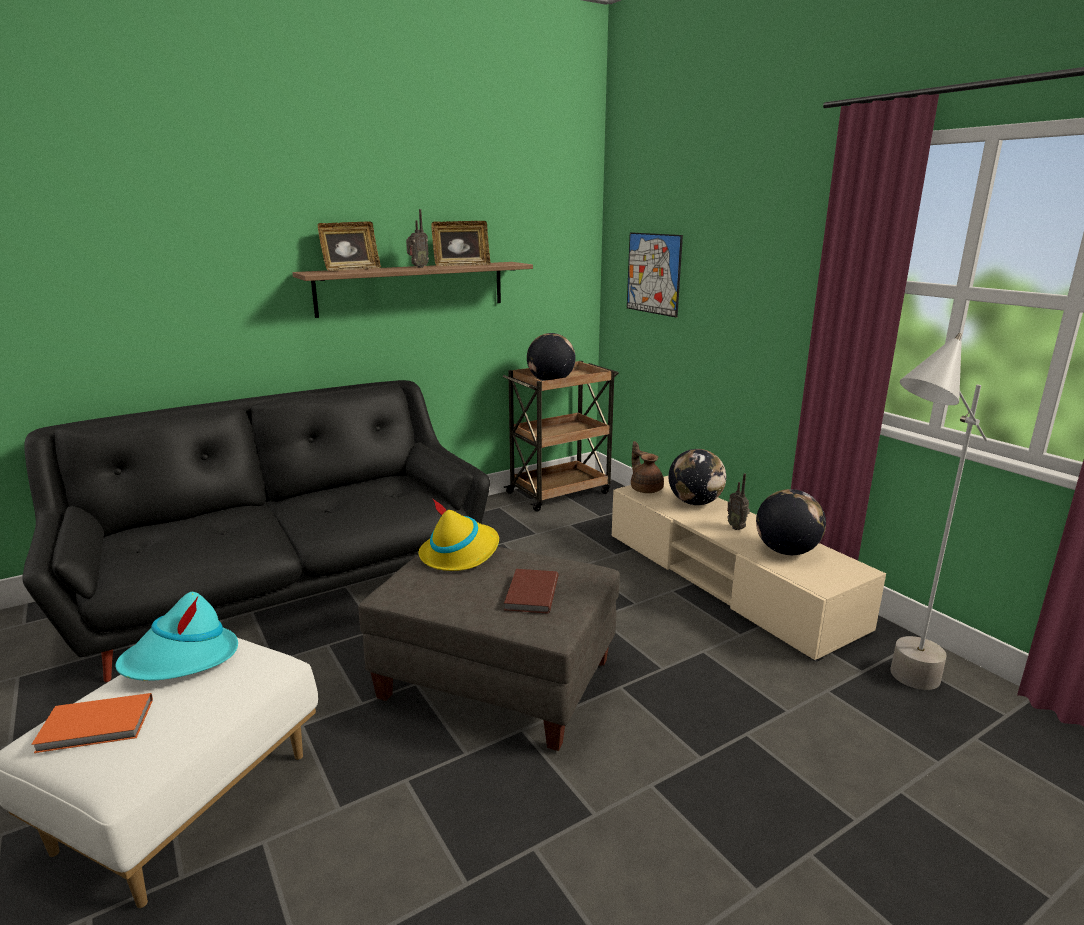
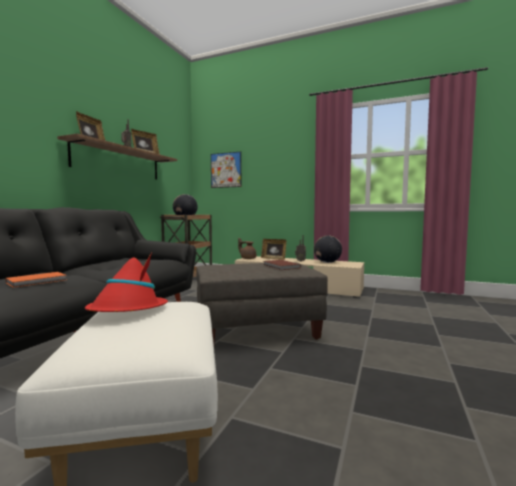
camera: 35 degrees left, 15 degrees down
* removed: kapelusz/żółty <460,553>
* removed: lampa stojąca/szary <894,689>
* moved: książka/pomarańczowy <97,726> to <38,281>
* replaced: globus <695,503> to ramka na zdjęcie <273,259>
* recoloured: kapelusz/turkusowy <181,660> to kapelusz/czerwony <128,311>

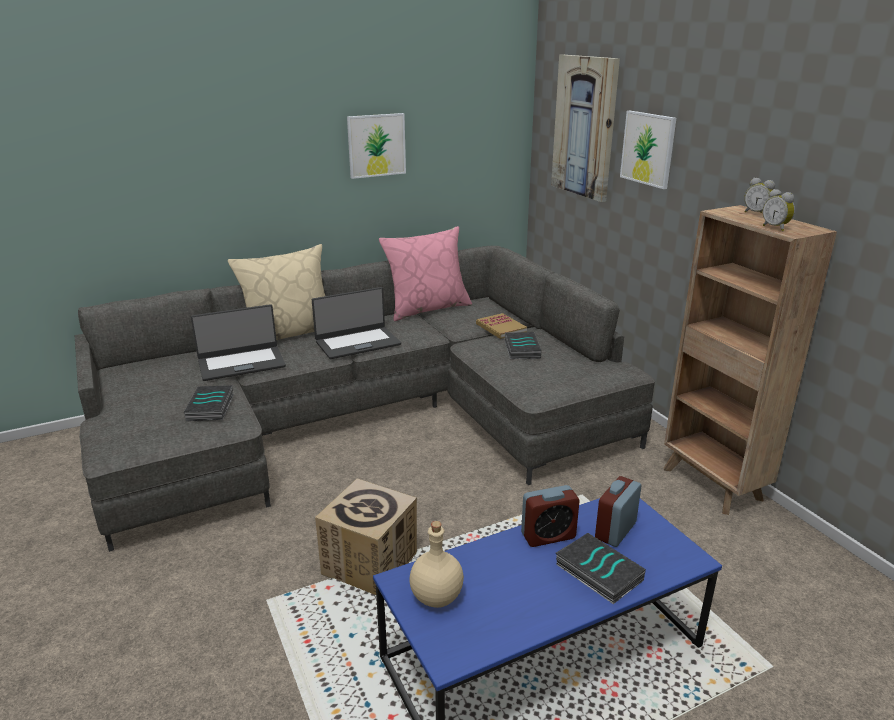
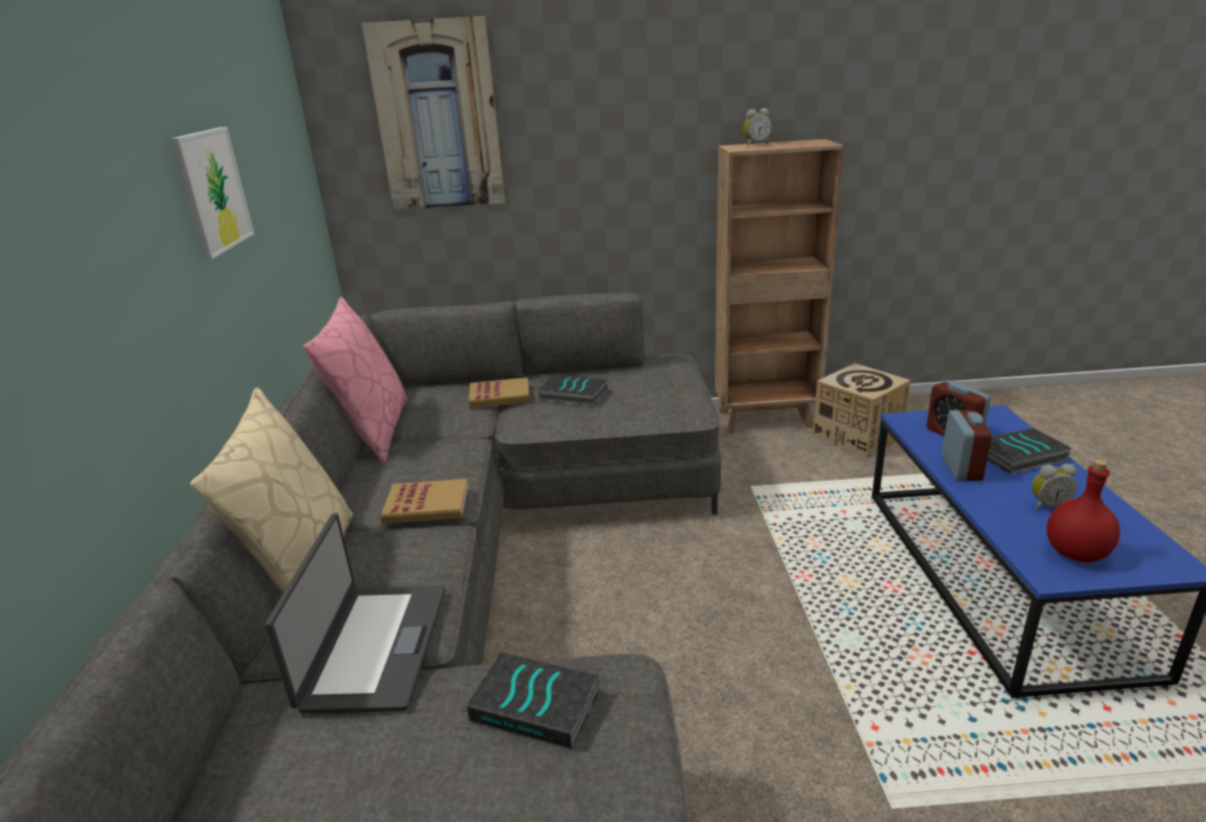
camera: 65 degrees left, 0 degrees up
* removed: obraz <648,149>
* moved: karton <370,563> to <857,436>
* moved: budzik <776,228> to <1048,505>
* replaced: laptop <357,343> to książka <427,505>
* recoloured: butelka/beżowy <437,596> to butelka/czerwony <1075,553>

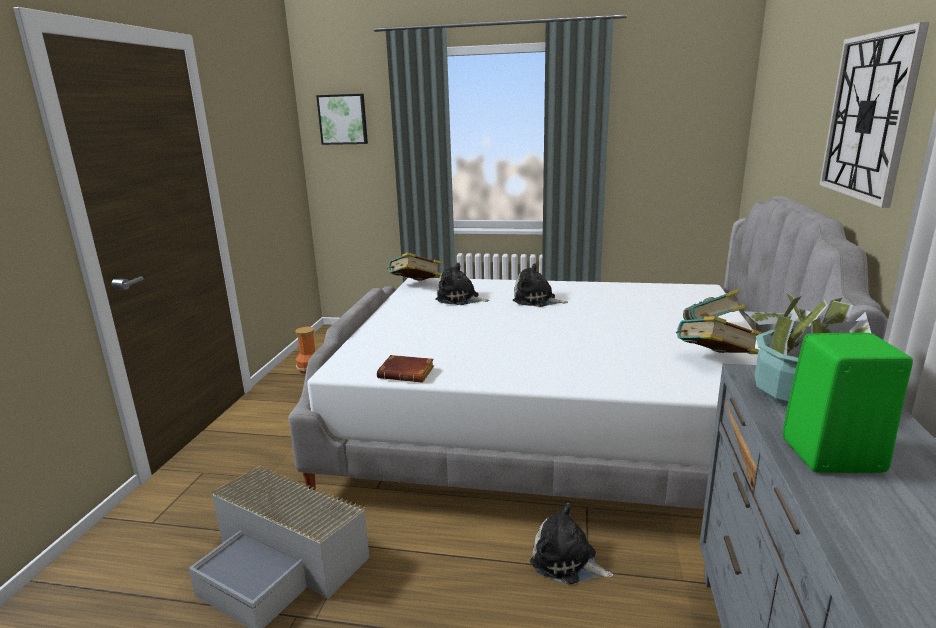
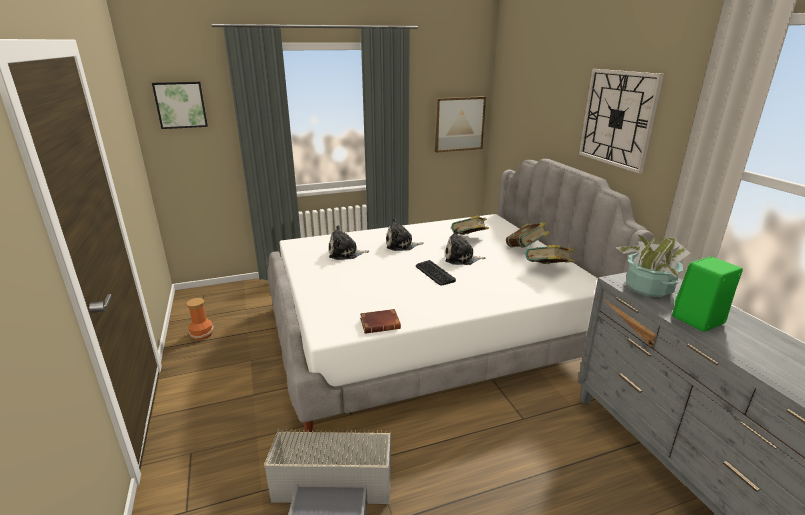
camera: 30 degrees left, 5 degrees up
* added: klawiatura <434,273>
* added: obraz <459,124>
* moved: książka <415,285> to <469,239>
* moved: pluszak <567,561> to <461,258>

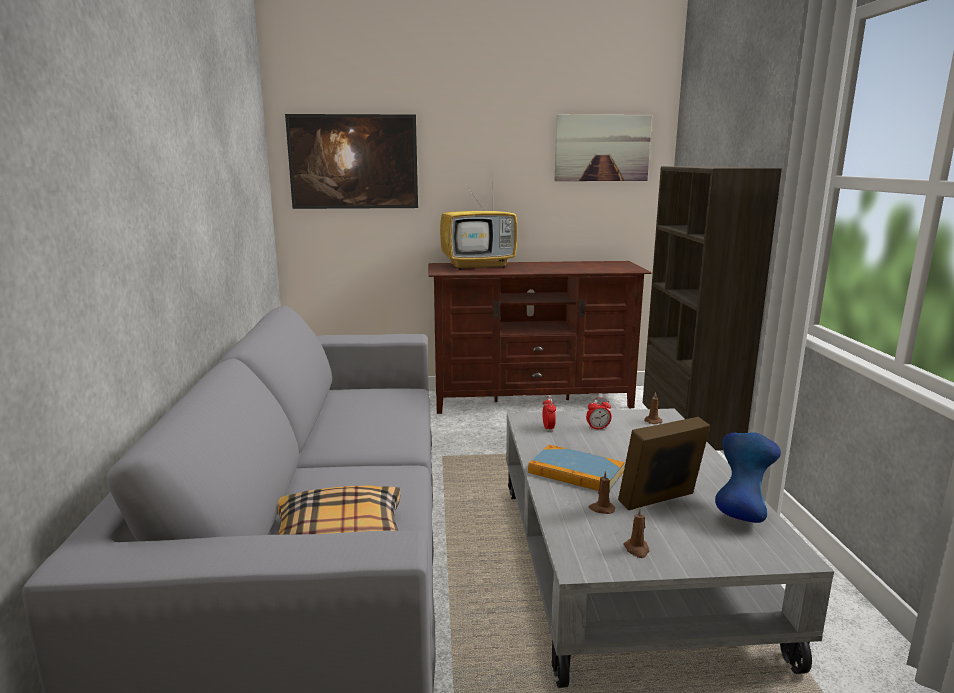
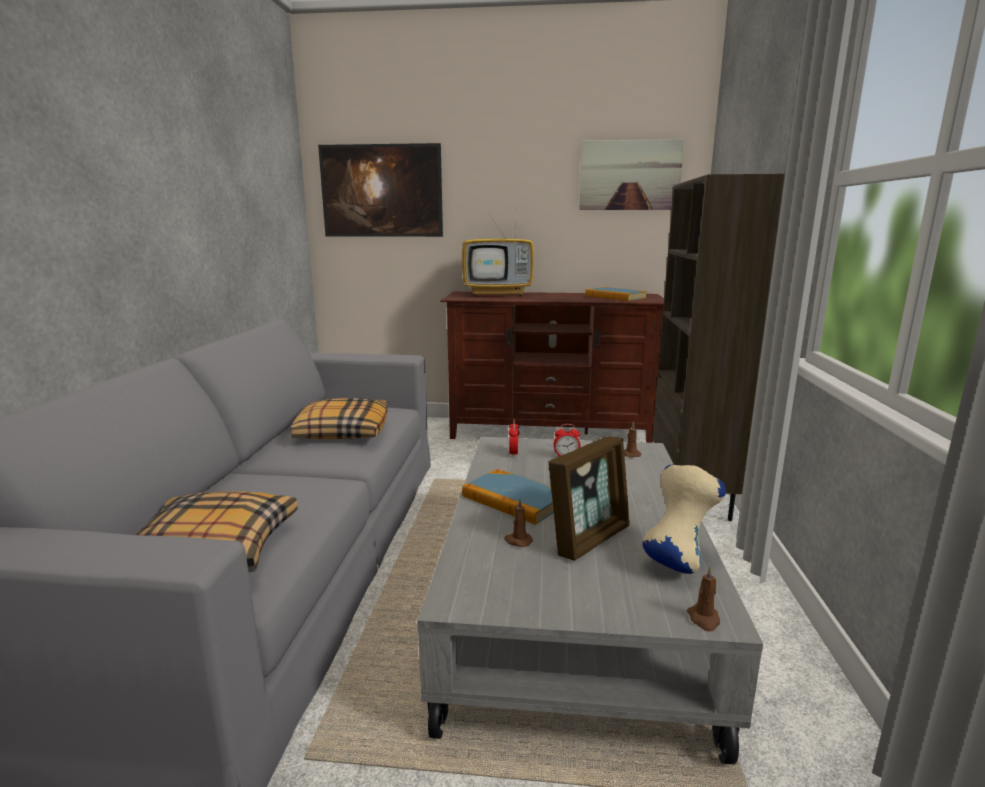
camera: 10 degrees right, 0 degrees up
* added: poduszka <342,431>
* added: książka <615,297>
* moved: świeca/brązowy <637,549> to <704,619>
* recoloured: wazon/niebieski <740,513> to wazon/beżowy <677,561>
* turned: ramka na zdjęcie <659,501> = <589,538> 150 degrees clockwise

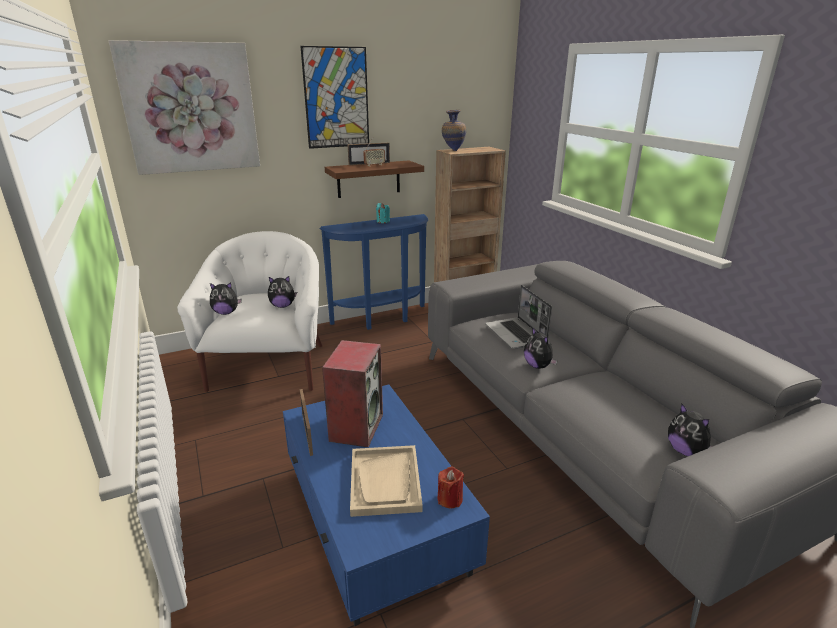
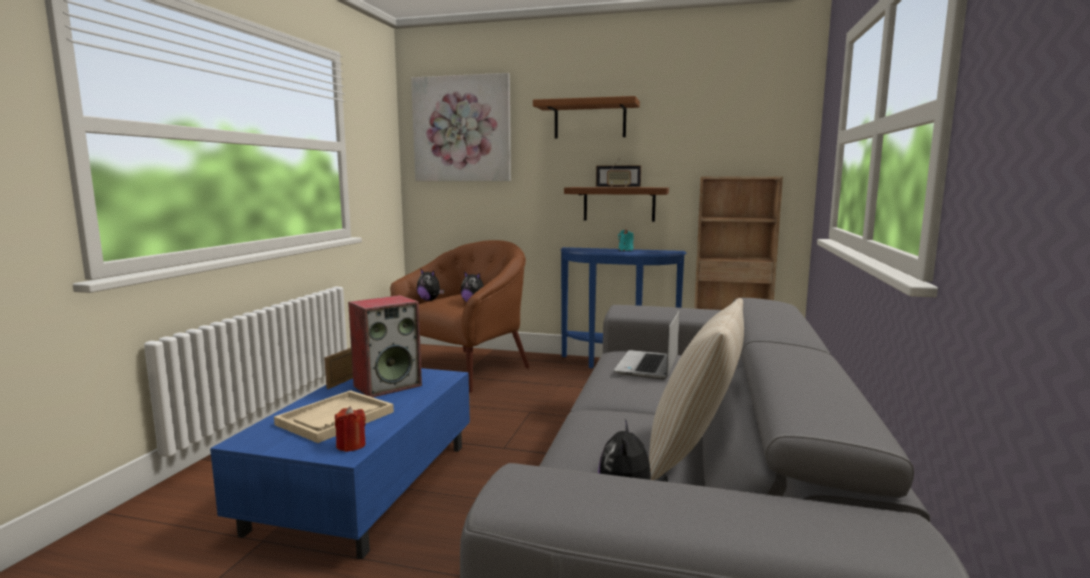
camera: 40 degrees right, 15 degrees down
* removed: wazon <453,150>
* removed: pluszak <538,366>
* added: poduszka/beżowy <695,454>
* replaced: obraz <336,98> to półka/brązowy <590,120>
* recoloured: fotel/biały <269,366> to fotel/brązowy <467,368>

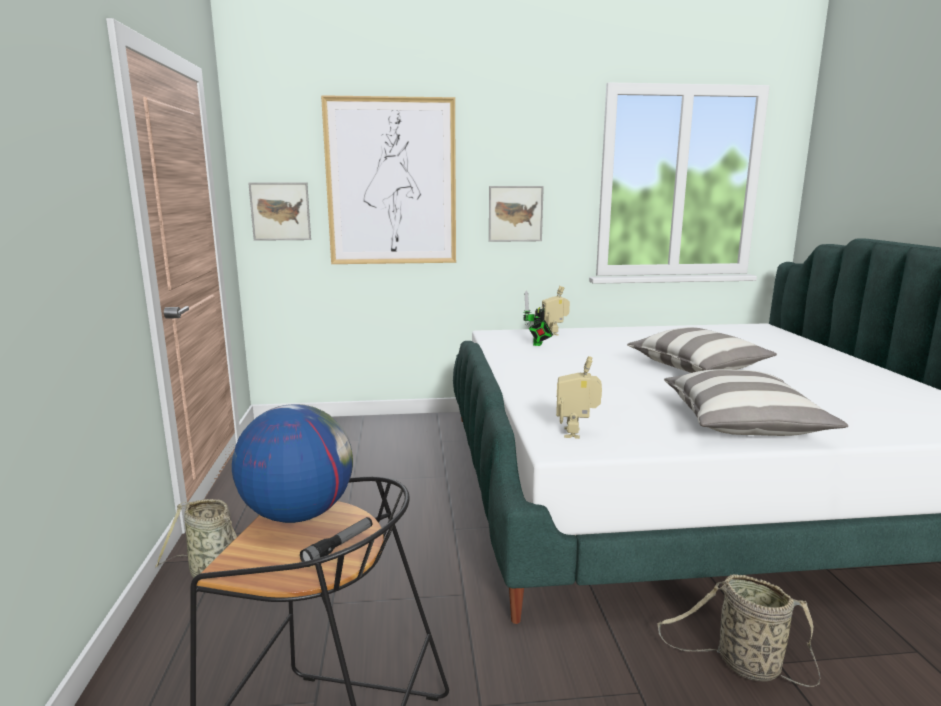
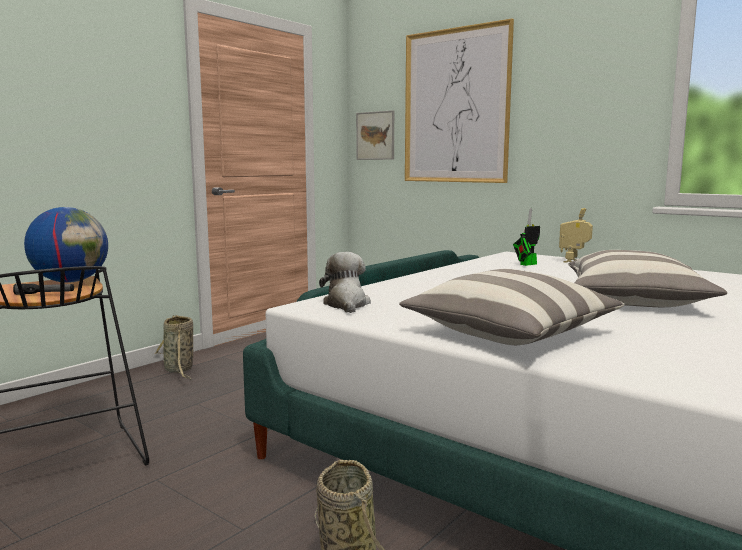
camera: 45 degrees right, 5 degrees down
* removed: obraz <515,214>
* replaced: robot zabawkowy <577,433> to pluszak <346,304>

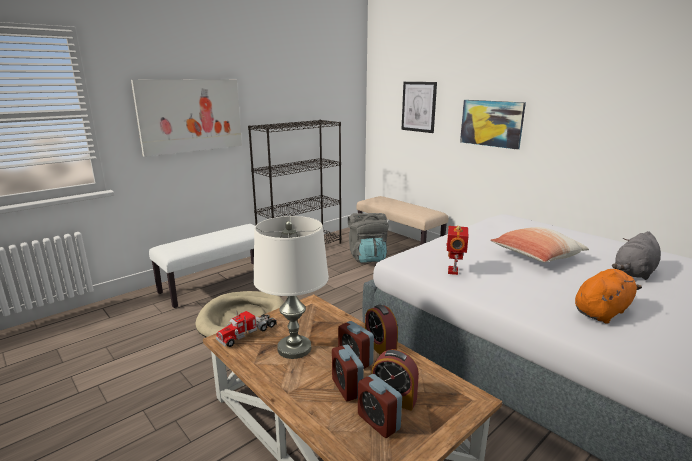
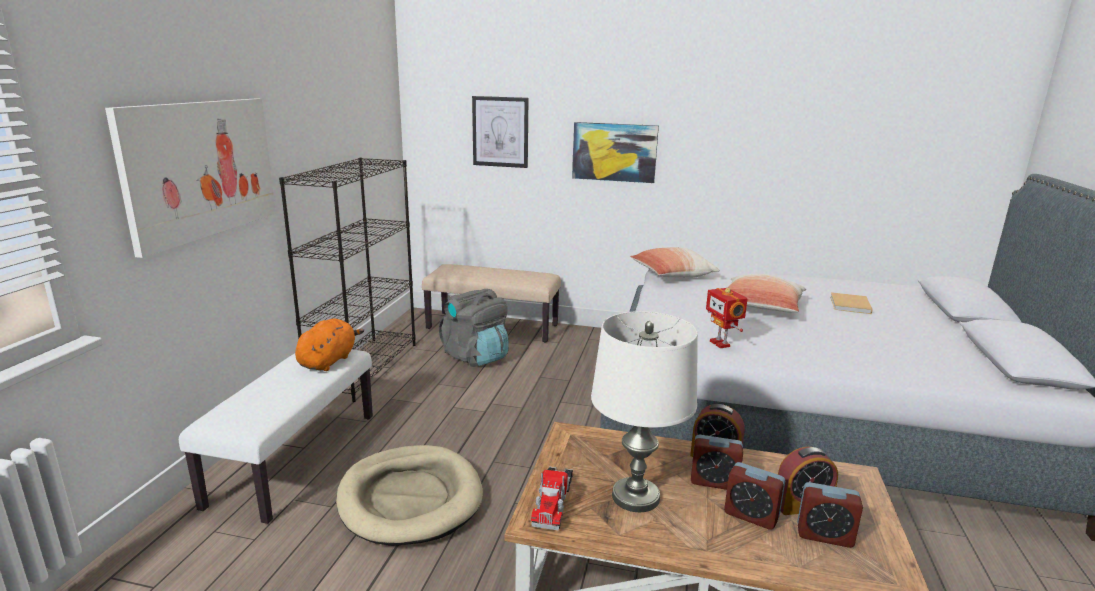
camera: 35 degrees left, 0 degrees up
* added: poduszka <672,275>
* moved: pluszak/pomarańczowy <602,311> to <329,361>
* replaced: pluszak/szary <634,273> to książka/beżowy <850,305>

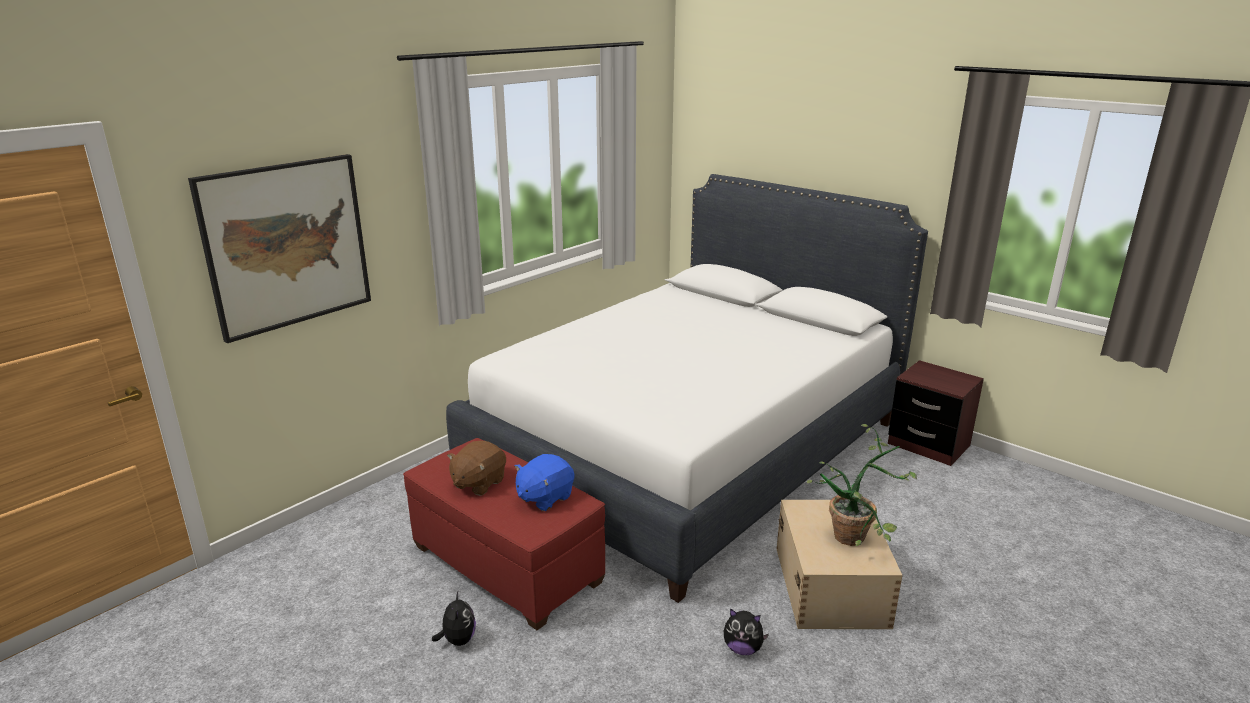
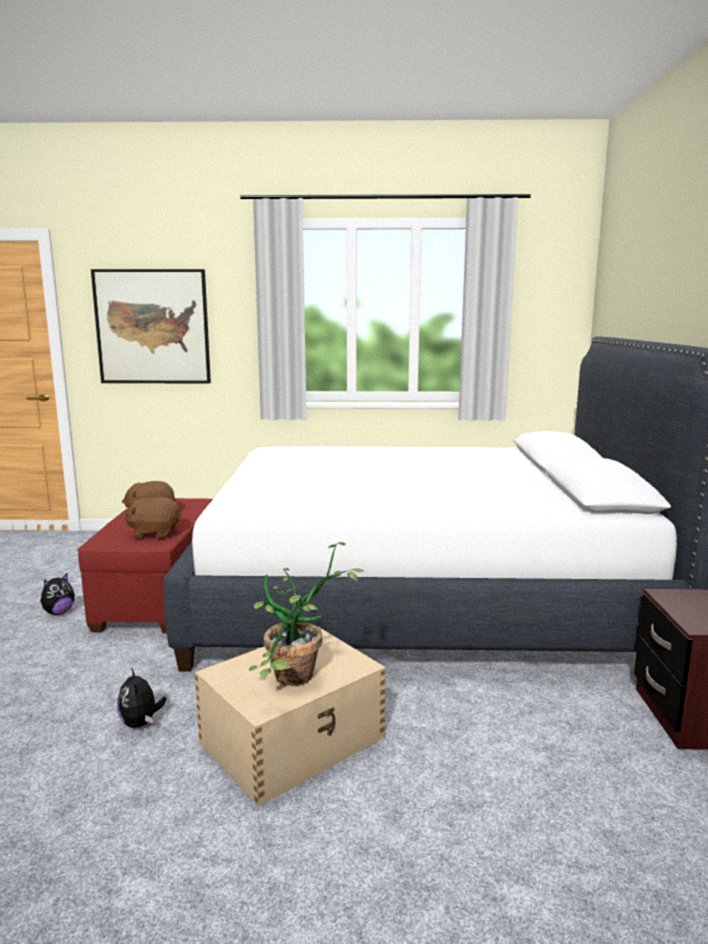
camera: 50 degrees right, 10 degrees down
* recoloured: pluszak/niebieski <544,497> to pluszak/brązowy <155,533>

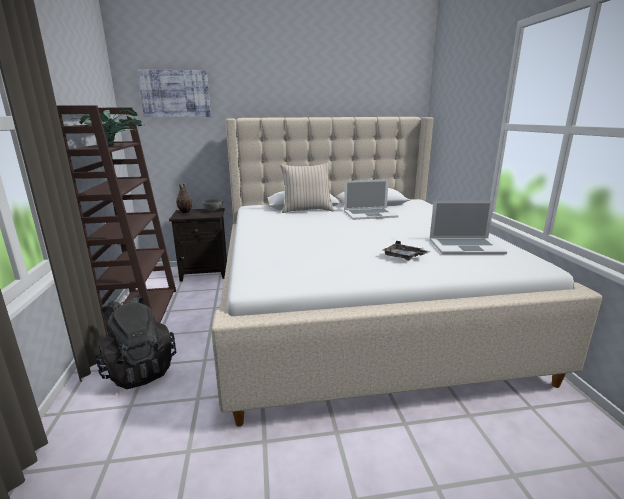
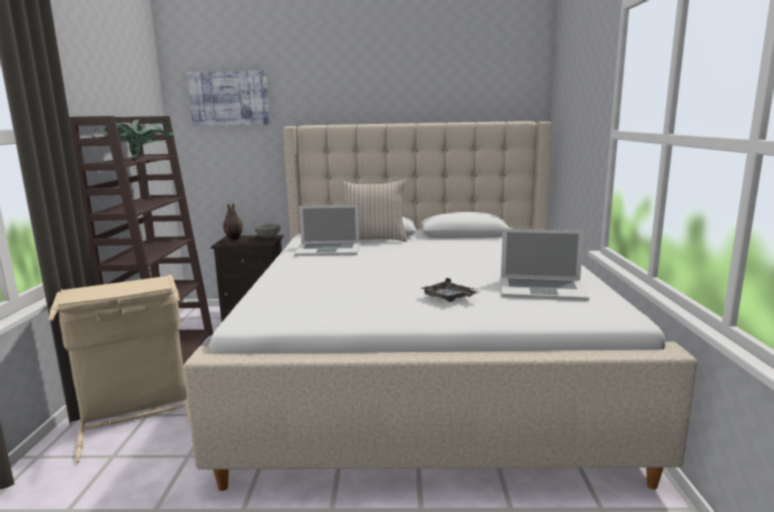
camera: 10 degrees right, 5 degrees down
* moved: laptop <370,214> to <328,249>
* replaced: plecak/czarny <139,370> to kosz na pranie/beżowy <137,419>

